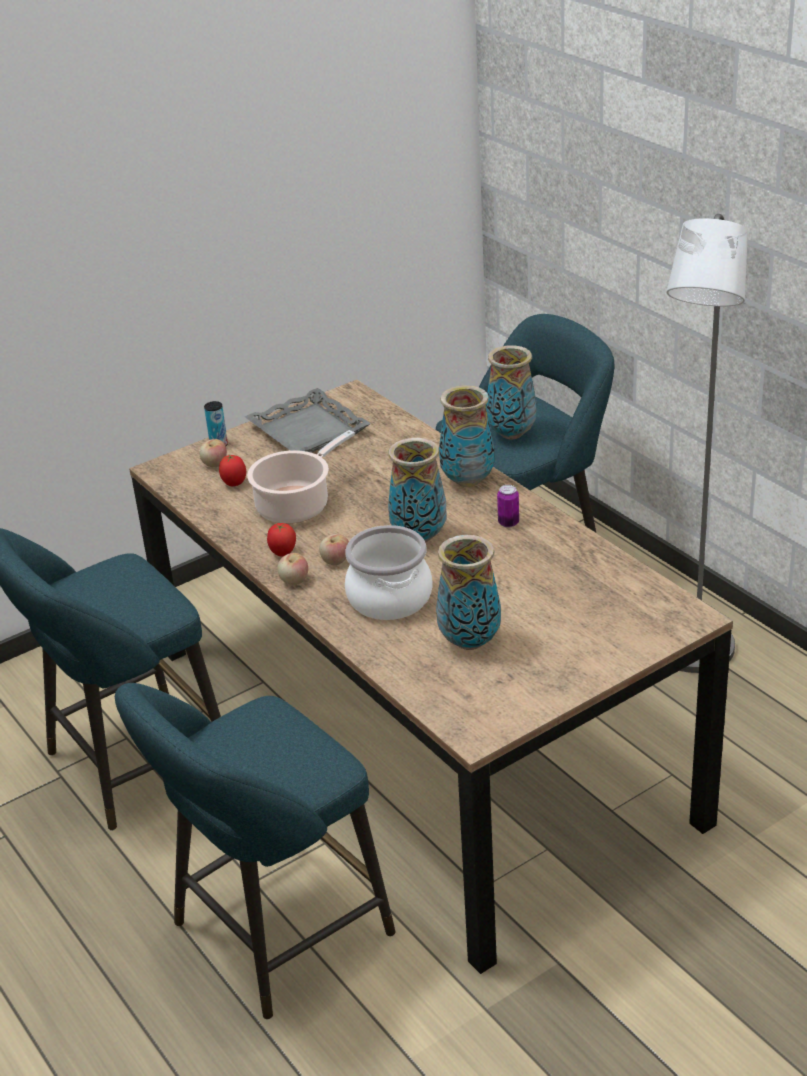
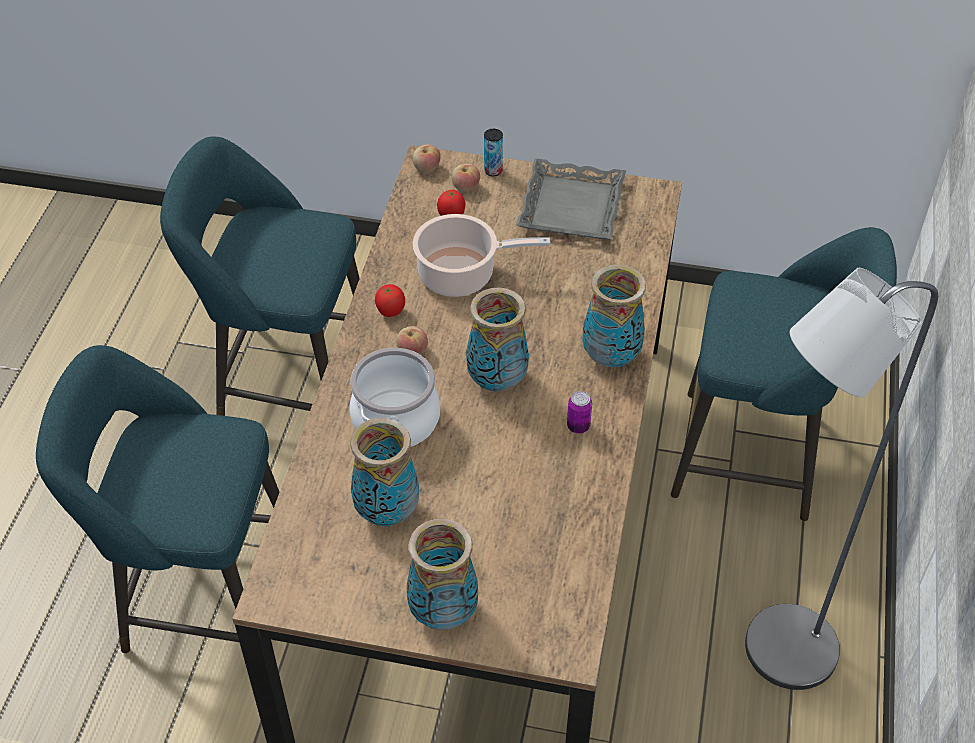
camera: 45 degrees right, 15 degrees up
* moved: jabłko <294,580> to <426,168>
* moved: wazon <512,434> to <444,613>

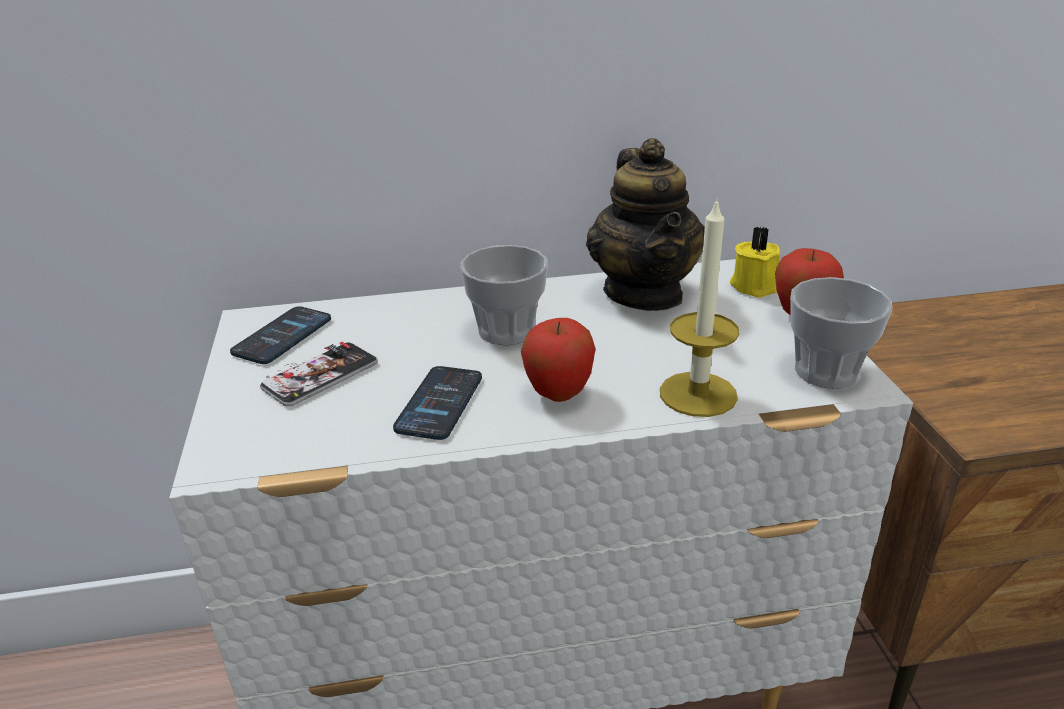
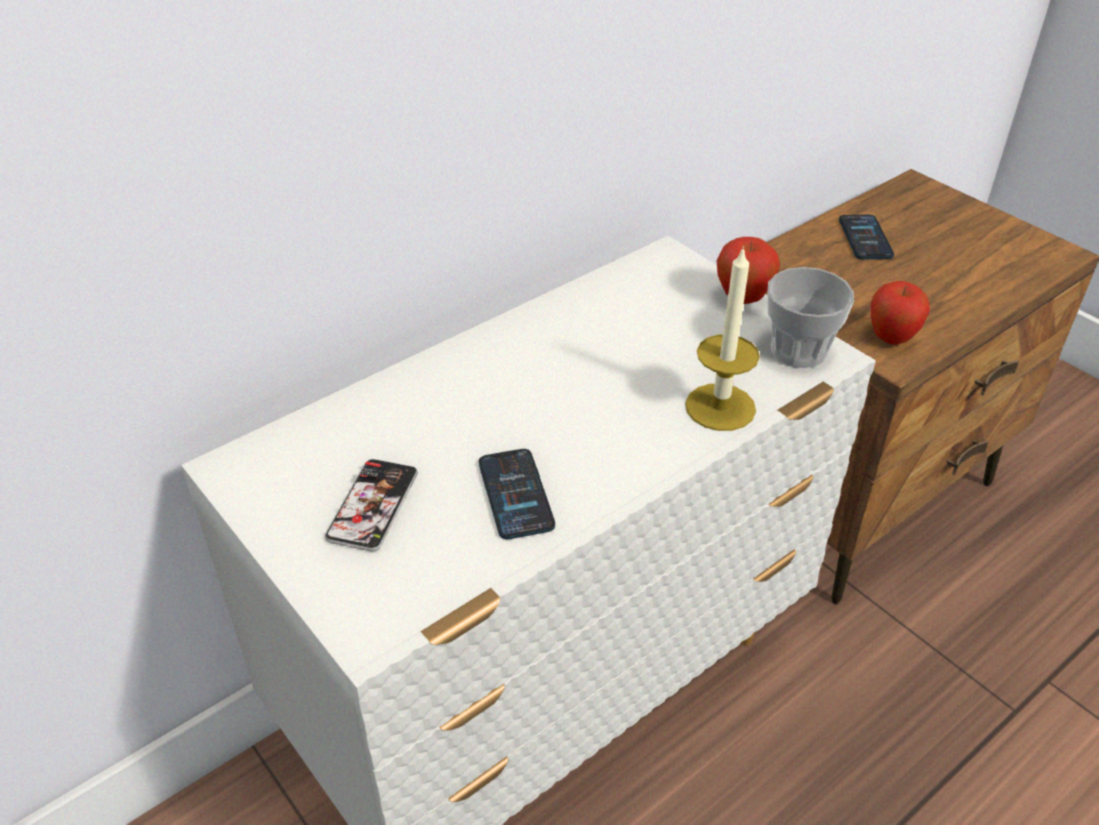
camera: 30 degrees left, 10 degrees up
* removed: filiżanka <507,330>
* removed: imbryk <644,293>
* removed: świeca/żółty <754,286>
* moved: telefon <282,336> to <865,238>
* moved: jabłko <558,394> to <891,339>

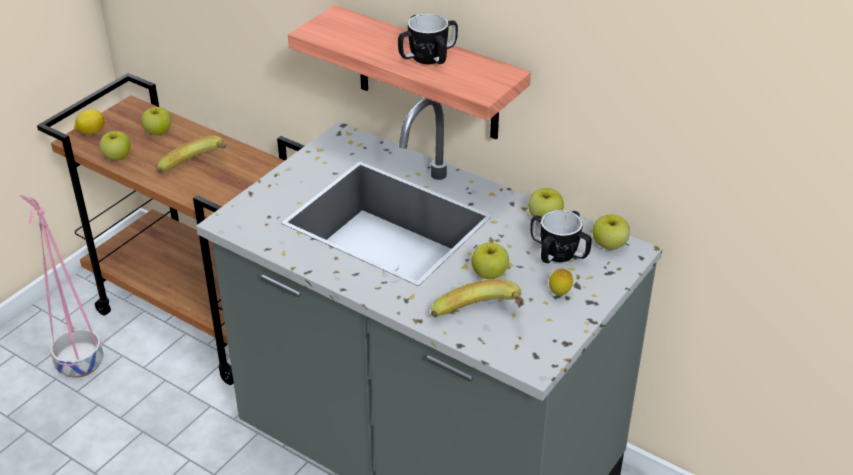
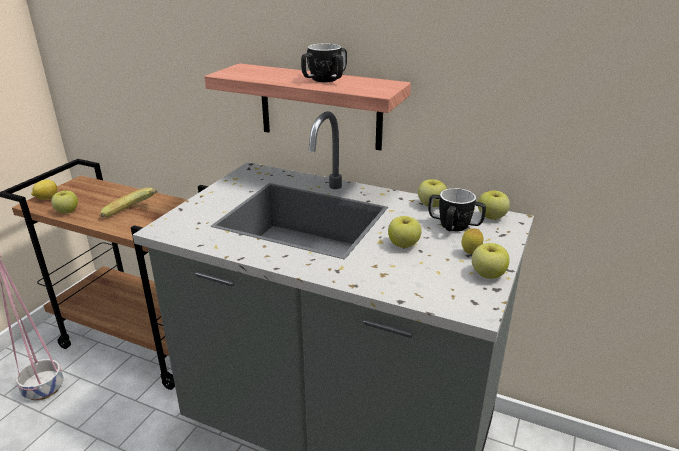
camera: 10 degrees left, 10 degrees down
* removed: banan <481,320>
* moved: jabłko <158,132> to <488,274>

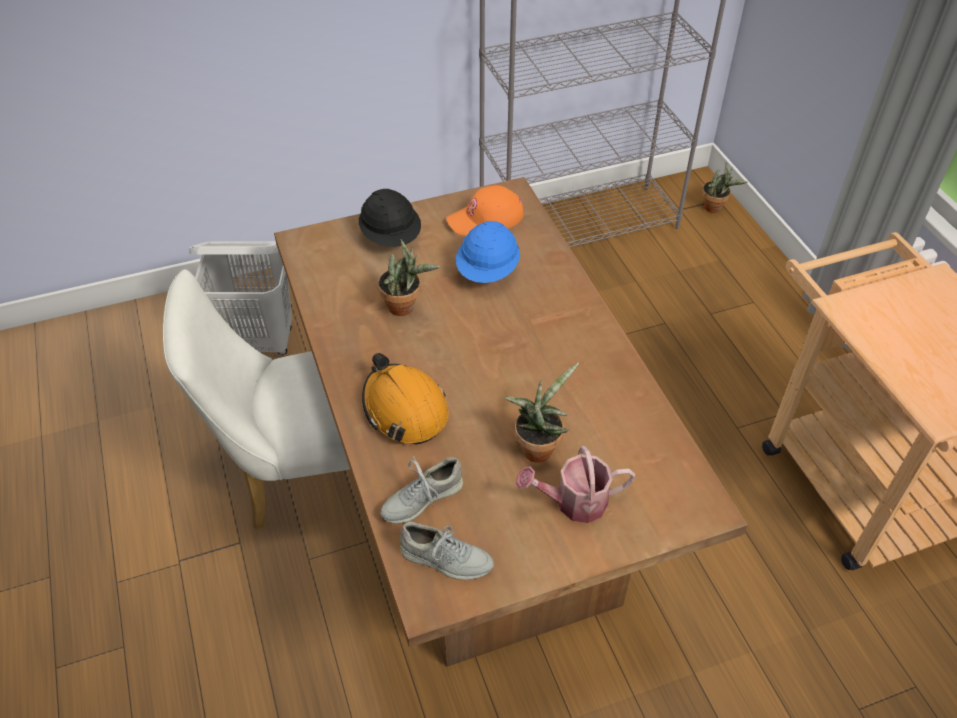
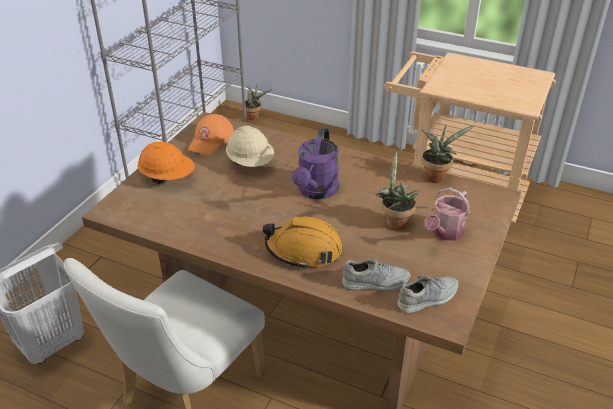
camera: 45 degrees left, 10 degrees down
* added: konewka/fioletowy <316,192>
* moved: roślina doniczkowa <405,307> to <436,176>
* recoloured: kask/czarny <391,237> to kask/pomarańczowy <168,178>
* recoloured: kask/niebieski <488,271> to kask/beżowy <250,163>
* turned: but/szary <421,499> = <376,282> 105 degrees counterclockwise

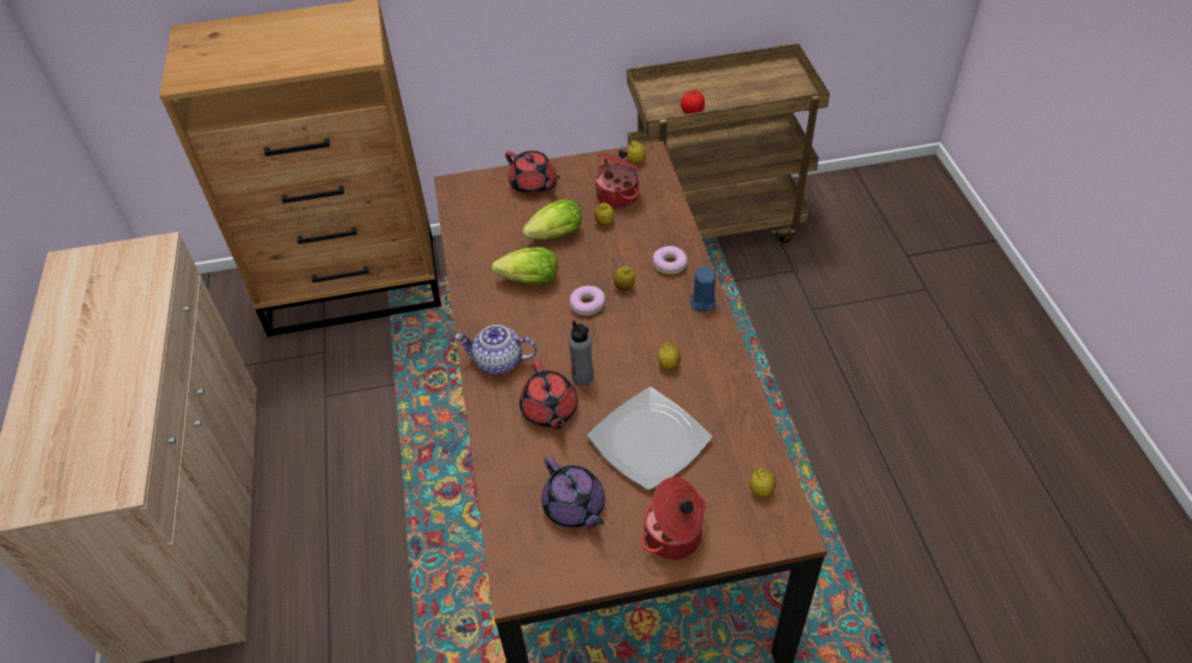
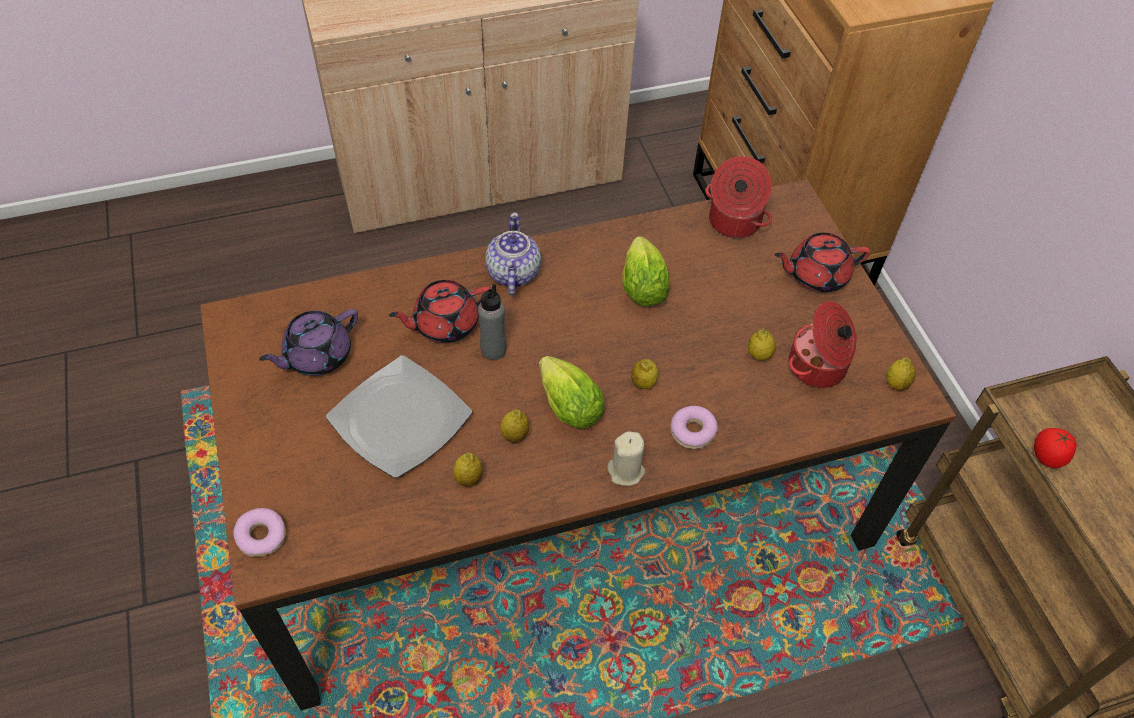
camera: 80 degrees right, 5 degrees up
* moved: sałata <552,236> to <566,404>
* moved: donut <587,304> to <261,536>
* moved: garnek <674,537> to <733,222>
* moved: cytryna <761,491> to <468,478>
* recoloured: świeca/niebieski <702,302> to świeca/beżowy <626,471>
* turned: imbryk/czerwony <533,185> = <816,275> 45 degrees clockwise

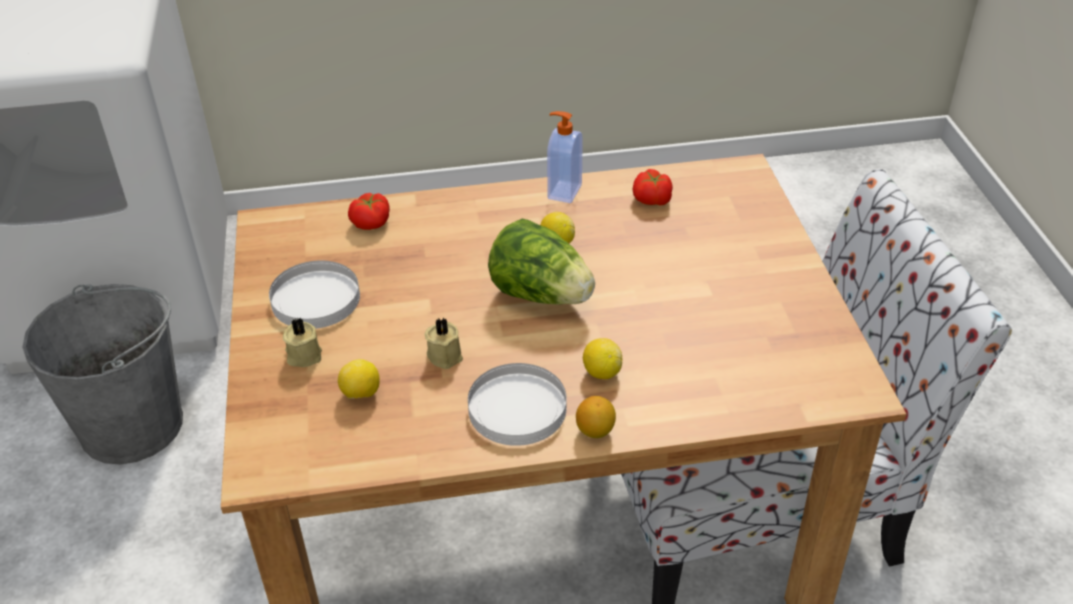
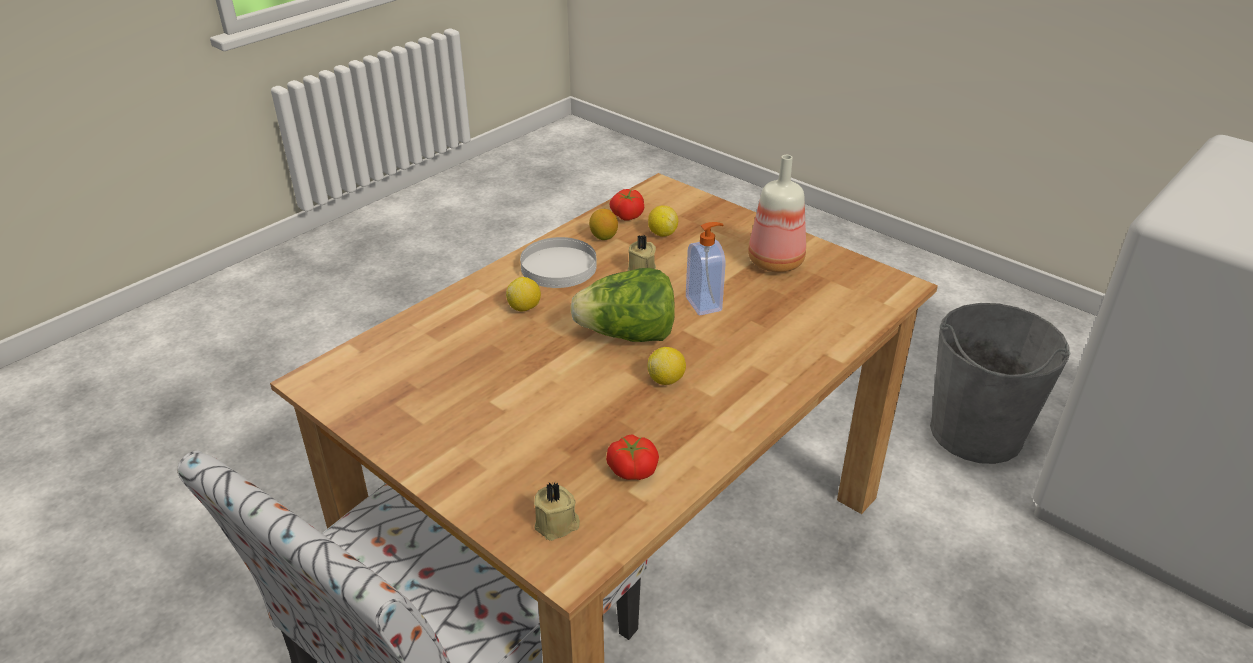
camera: 140 degrees right, 5 degrees down
* moved: świeca/beżowy <303,355> to <557,525>
* moved: pomidor <372,223> to <626,215>
* moved: dozownik mydła <563,191> to <705,304>
* moved: cytryna <595,431> to <603,237>
* replaced: talerz/biały <315,299> to butelka <774,261>

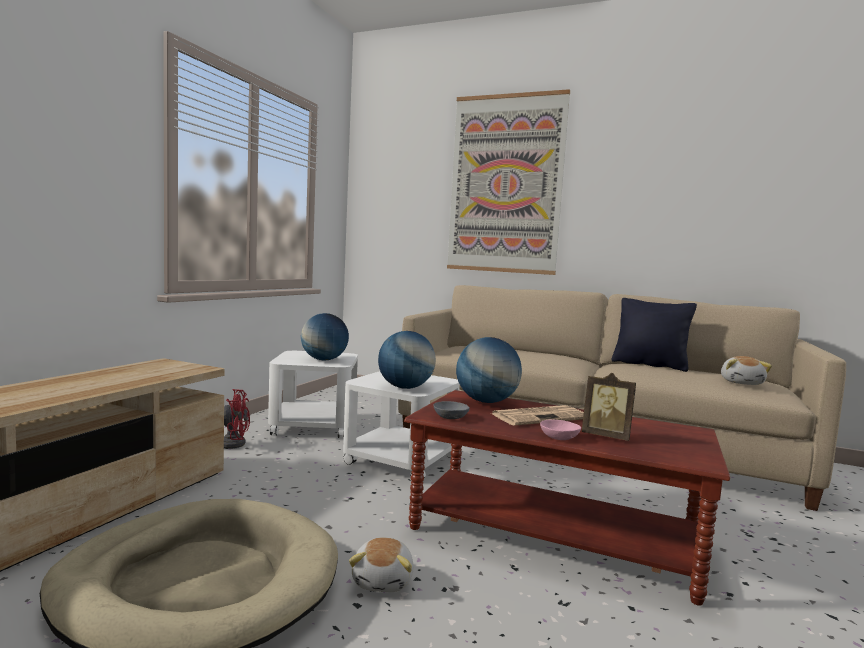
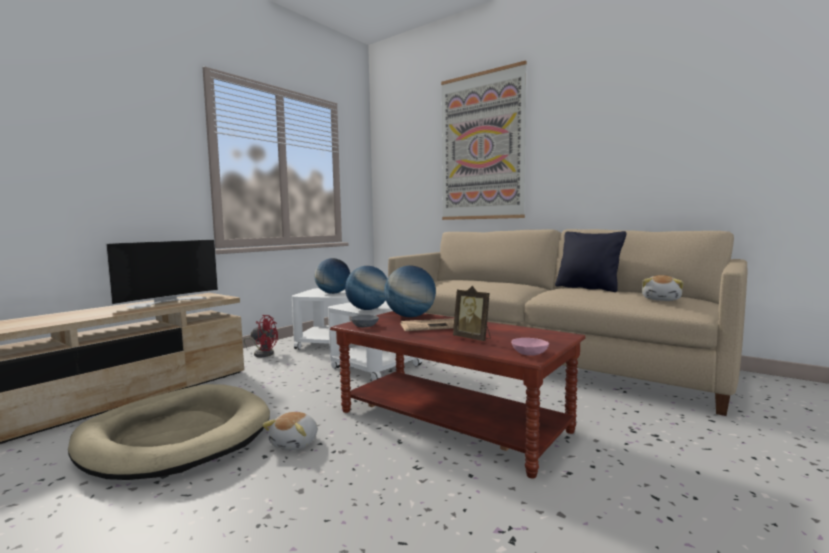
camera: 15 degrees right, 0 degrees up
* added: telewizor <167,301>
* moved: miska/różowy <560,437> to <530,353>

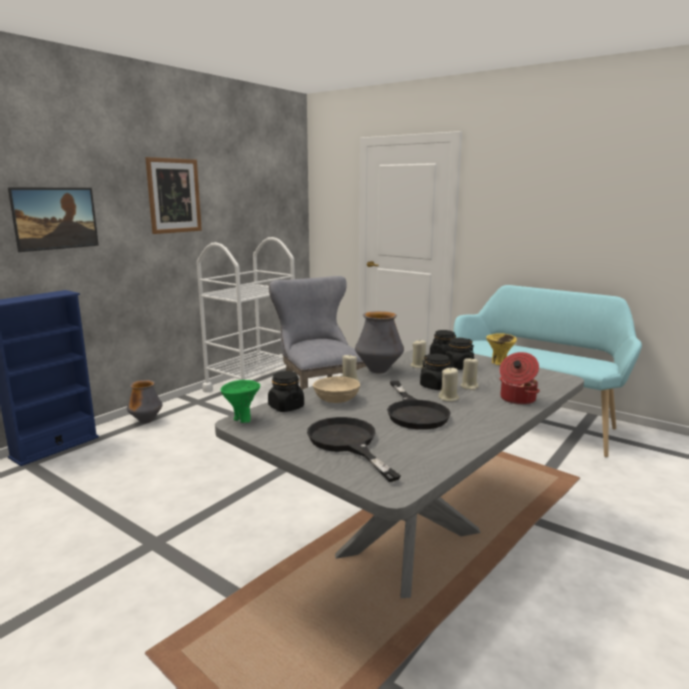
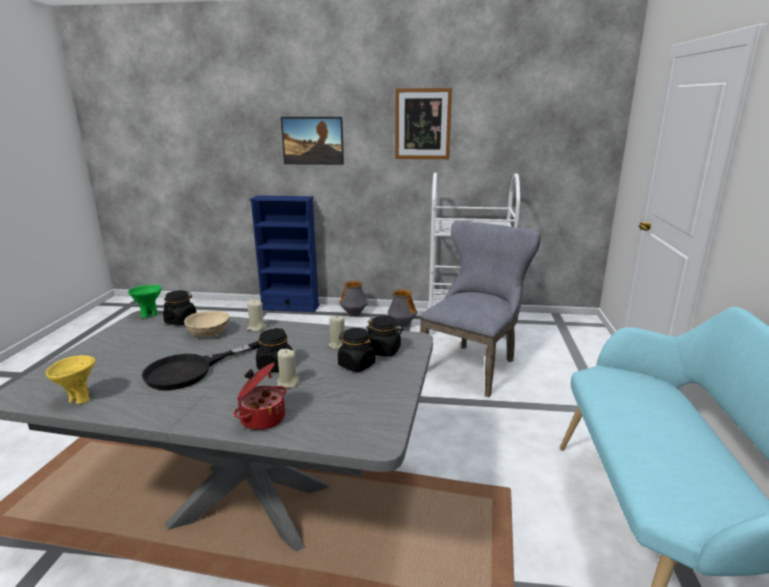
camera: 60 degrees right, 5 degrees up
* removed: patelnia/czarny <347,443>
* removed: świeca/beżowy <448,398>
* moved: wazon <378,370> to <402,325>
* moved: miska/żółty <499,363> to <80,399>

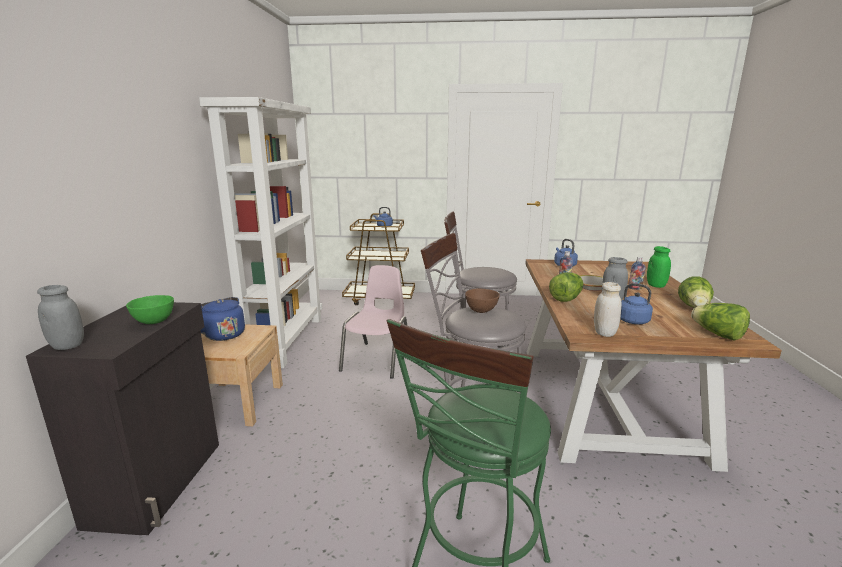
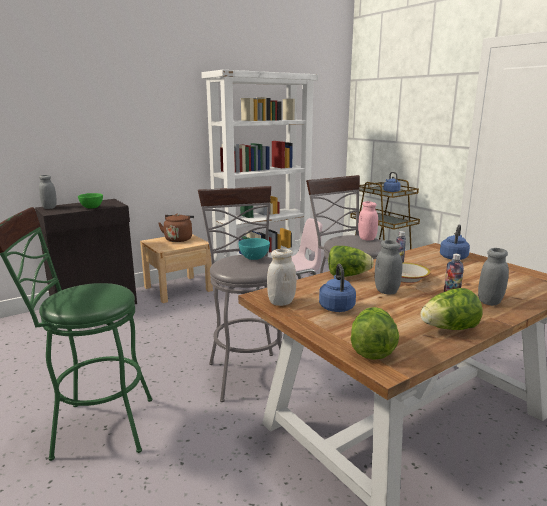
camera: 50 degrees right, 0 degrees up
* added: słoik/różowy <367,239>
* recoloured: czajnik/niebieski <223,334> to czajnik/brązowy <178,239>
* recoloured: miska/brązowy <482,311> to miska/turkusowy <254,258>
* recoloured: słoik/zielony <656,285> to słoik/szary <490,302>

